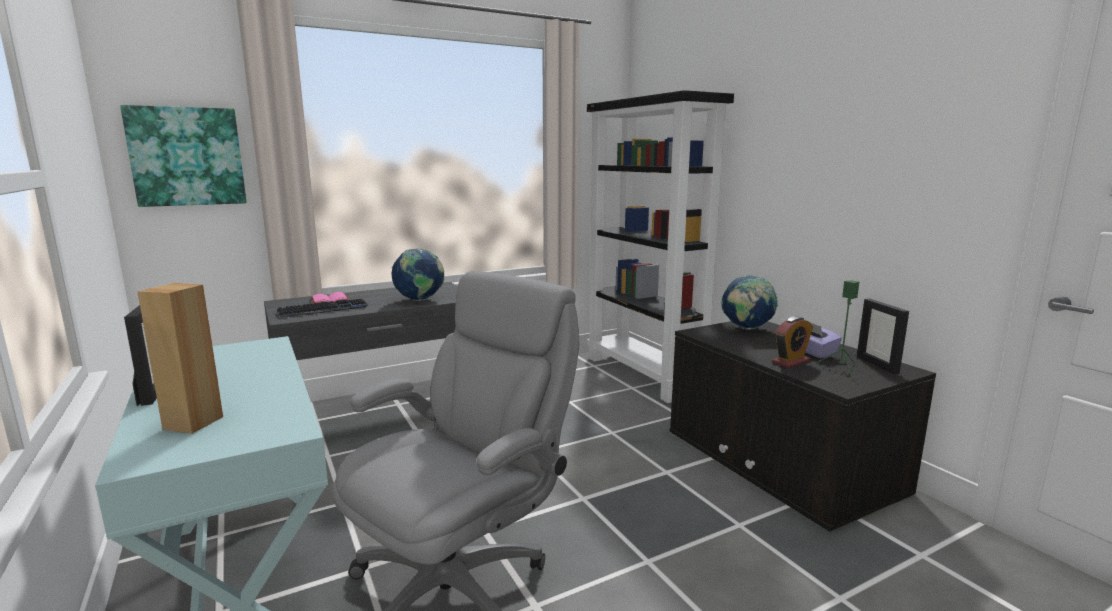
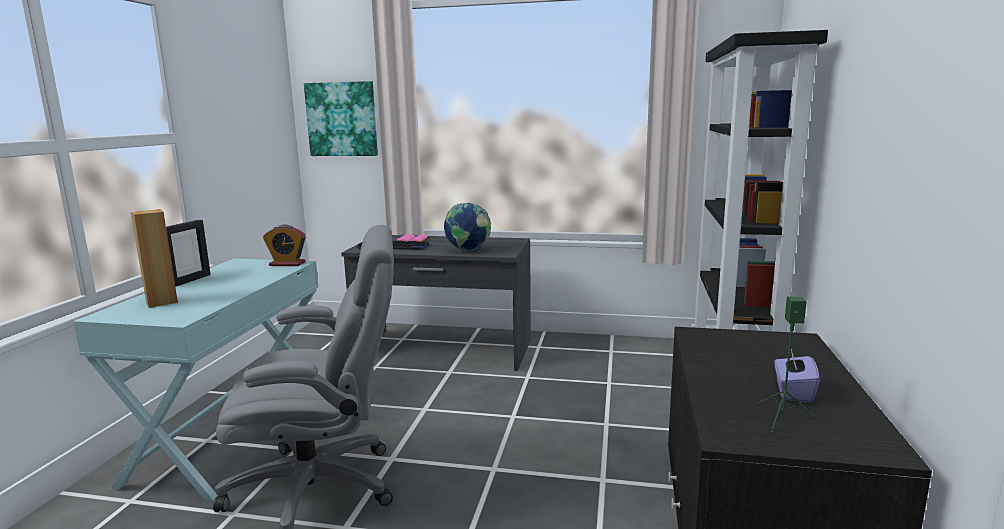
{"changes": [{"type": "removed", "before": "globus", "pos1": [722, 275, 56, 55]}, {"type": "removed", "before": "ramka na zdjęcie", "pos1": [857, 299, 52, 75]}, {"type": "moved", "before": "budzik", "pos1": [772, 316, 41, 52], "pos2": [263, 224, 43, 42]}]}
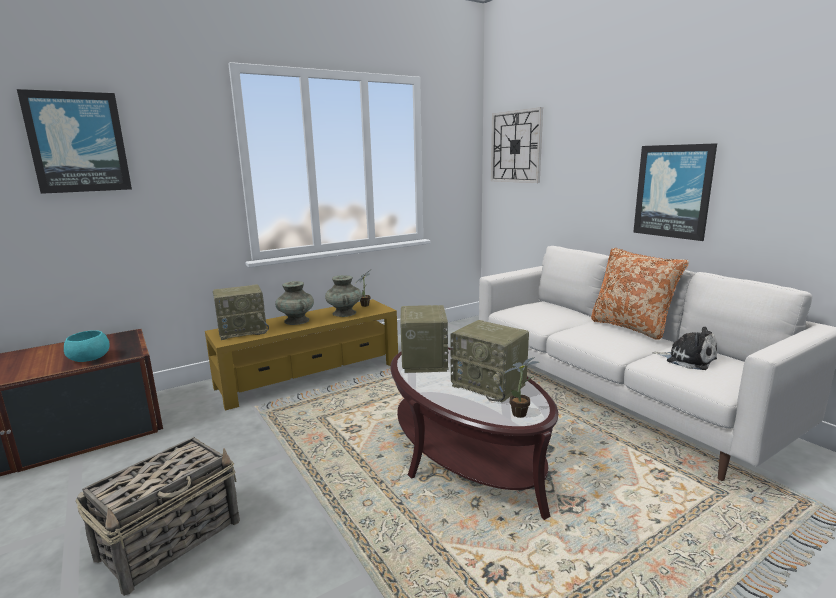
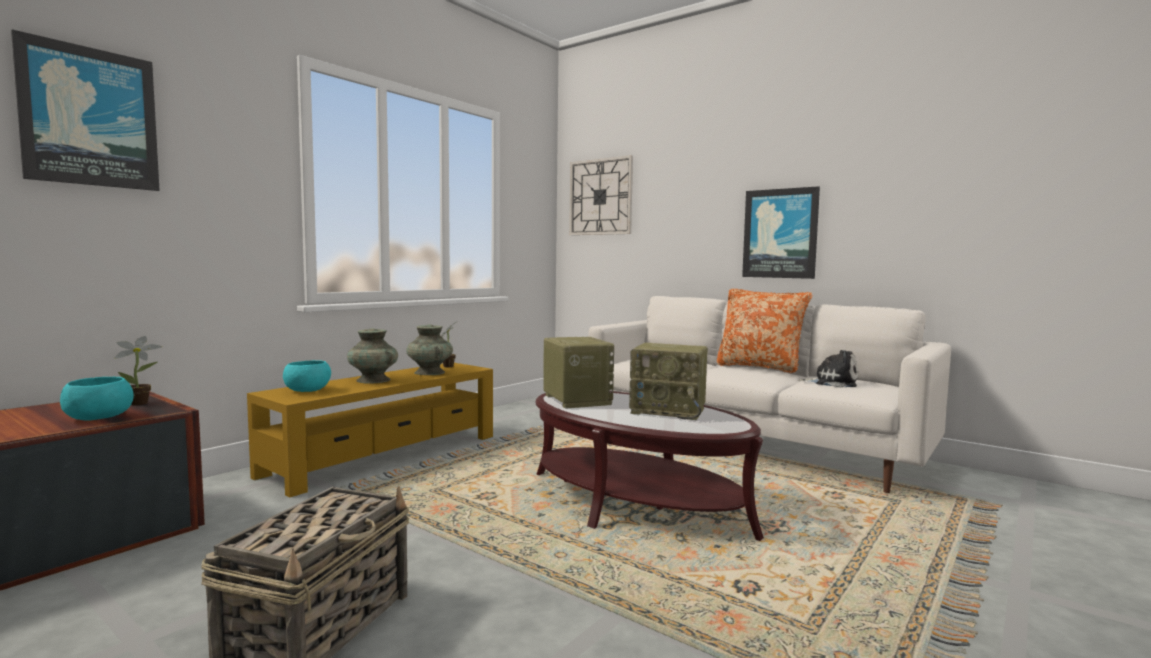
{"changes": [{"type": "replaced", "before": "radio", "after": "miska (turkusowy)", "pos1": [213, 284, 56, 56], "pos2": [283, 360, 48, 32]}, {"type": "moved", "before": "roślina doniczkowa", "pos1": [503, 357, 36, 61], "pos2": [115, 336, 47, 69]}]}
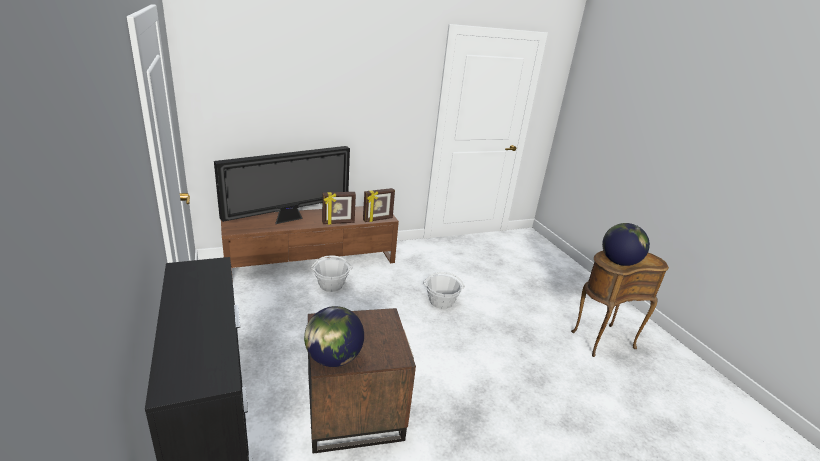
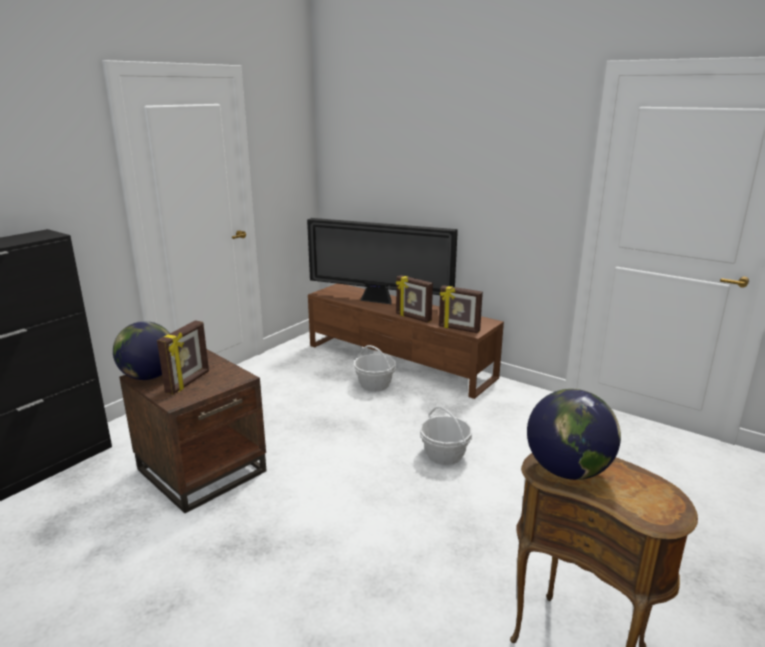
{"changes": [{"type": "added", "after": "ramka na zdjęcie", "pos2": [157, 320, 52, 74]}]}
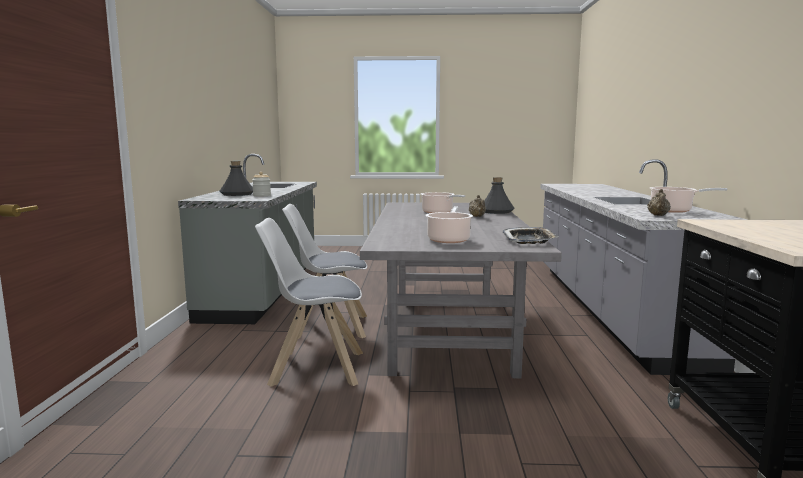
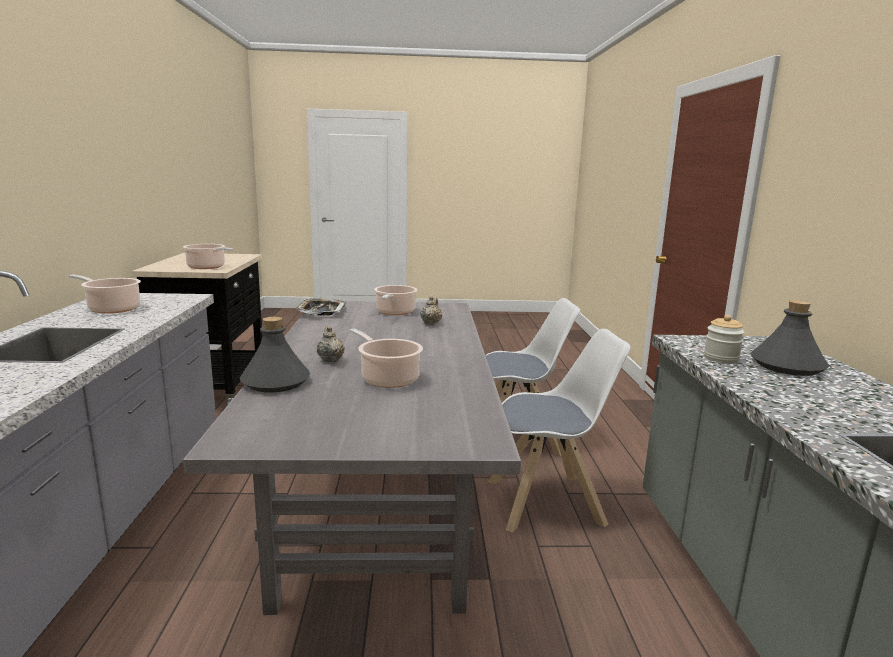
{"changes": [{"type": "moved", "before": "imbryk (beżowy)", "pos1": [647, 189, 24, 27], "pos2": [421, 296, 21, 29]}, {"type": "added", "after": "garnek", "pos2": [183, 244, 50, 25]}]}
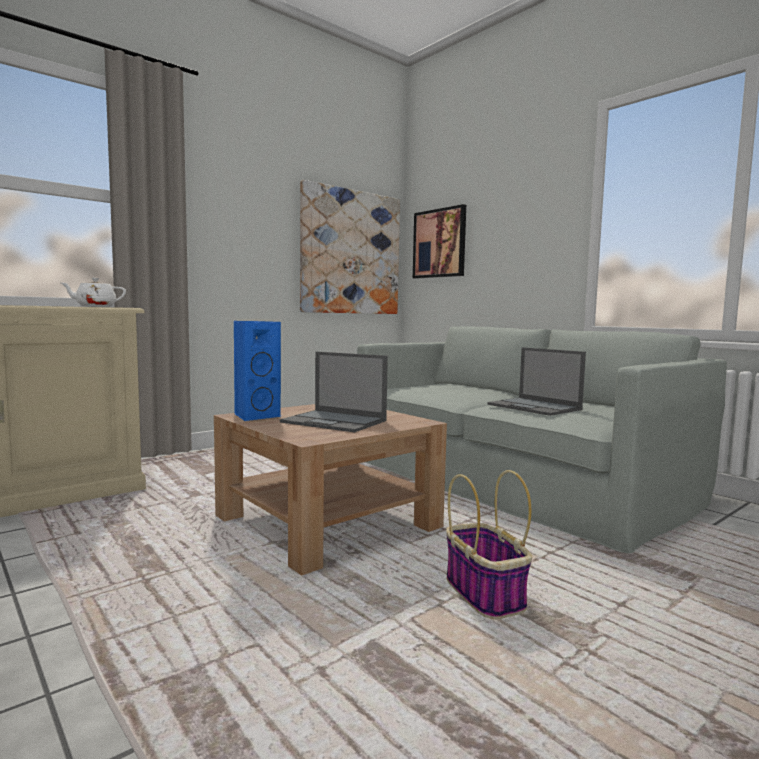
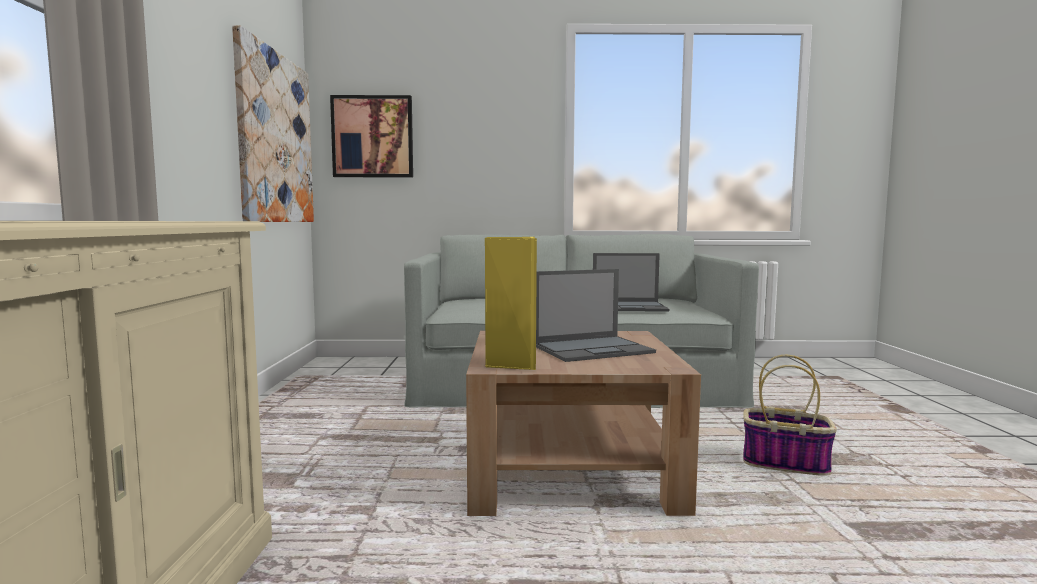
{"changes": [{"type": "removed", "before": "imbryk (biały)", "pos1": [61, 278, 65, 29]}, {"type": "recoloured", "before": "głośnik (niebieski)", "after": "głośnik (żółty)", "pos1": [234, 321, 47, 100], "pos2": [485, 237, 52, 133]}]}
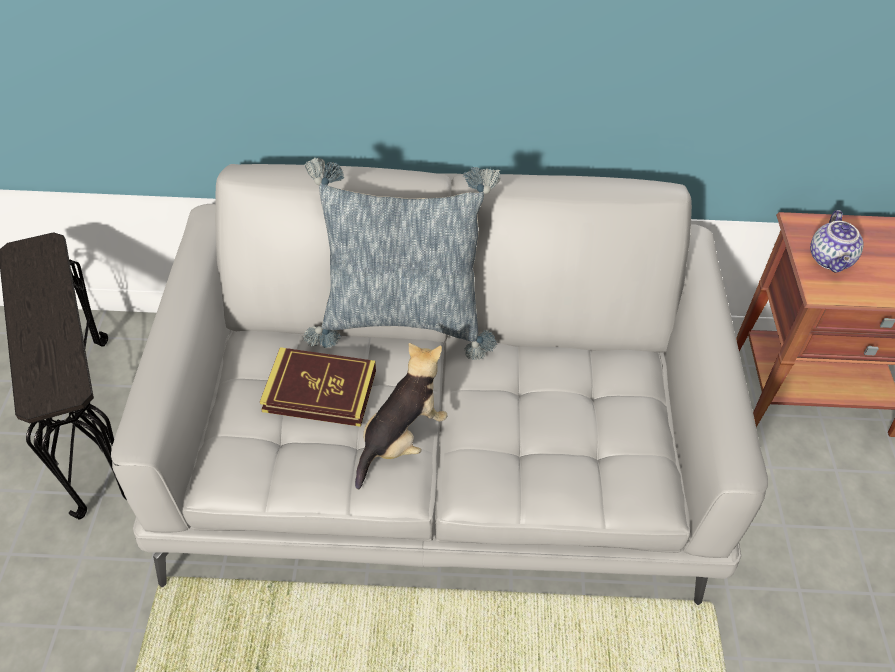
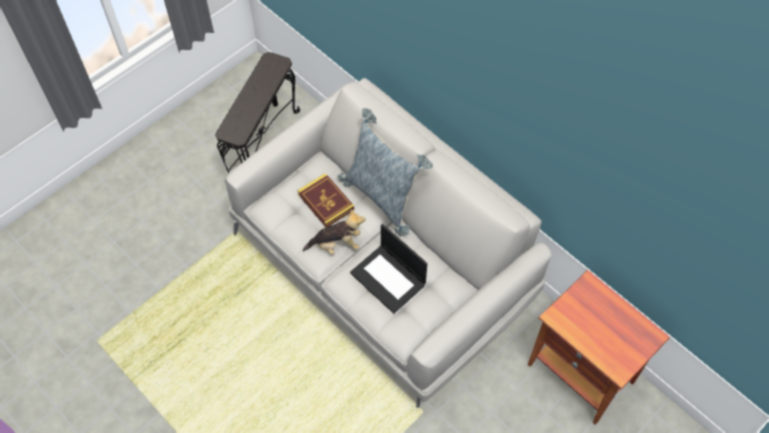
{"changes": [{"type": "removed", "before": "imbryk", "pos1": [810, 210, 54, 63]}, {"type": "added", "after": "laptop", "pos2": [350, 224, 77, 90]}]}
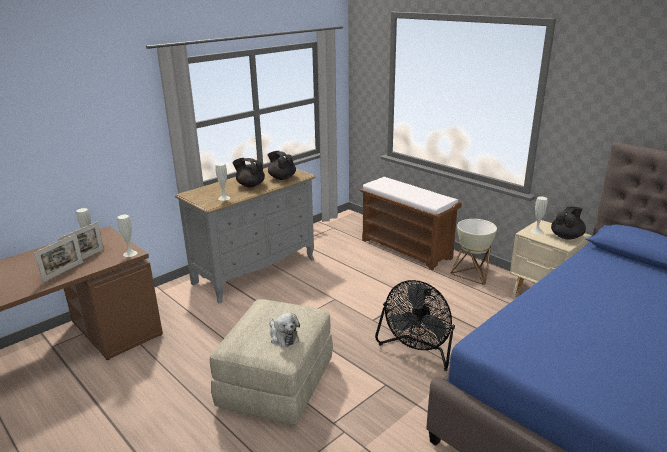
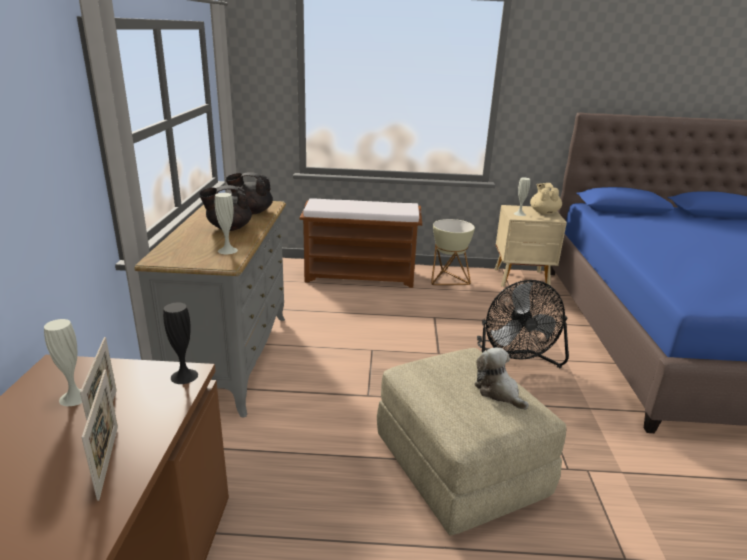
{"changes": [{"type": "recoloured", "before": "imbryk (czarny)", "after": "imbryk (beżowy)", "pos1": [551, 207, 35, 33], "pos2": [530, 183, 32, 31]}, {"type": "recoloured", "before": "wazon (biały)", "after": "wazon (czarny)", "pos1": [117, 215, 20, 42], "pos2": [163, 302, 35, 82]}, {"type": "turned", "before": "pluszak", "pos1": [269, 313, 31, 34], "pos2": [474, 347, 55, 63], "turn": -135}]}
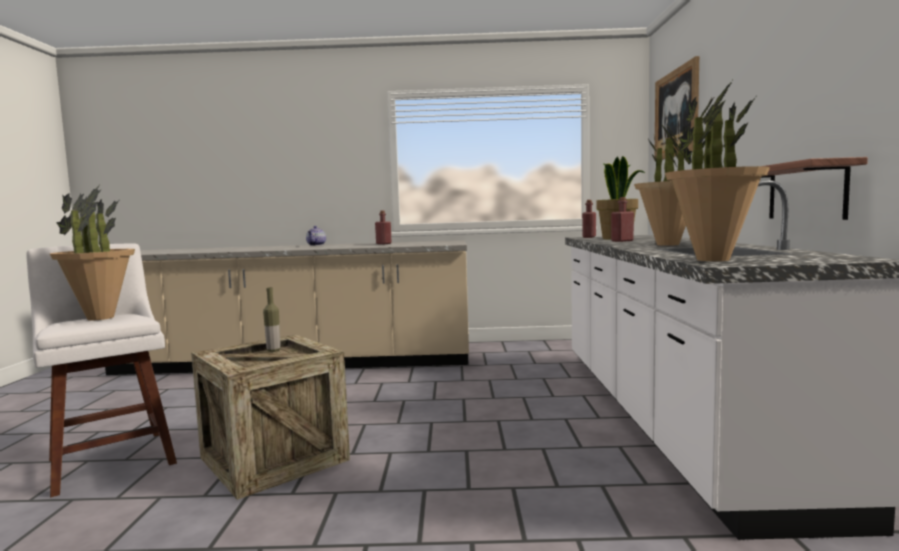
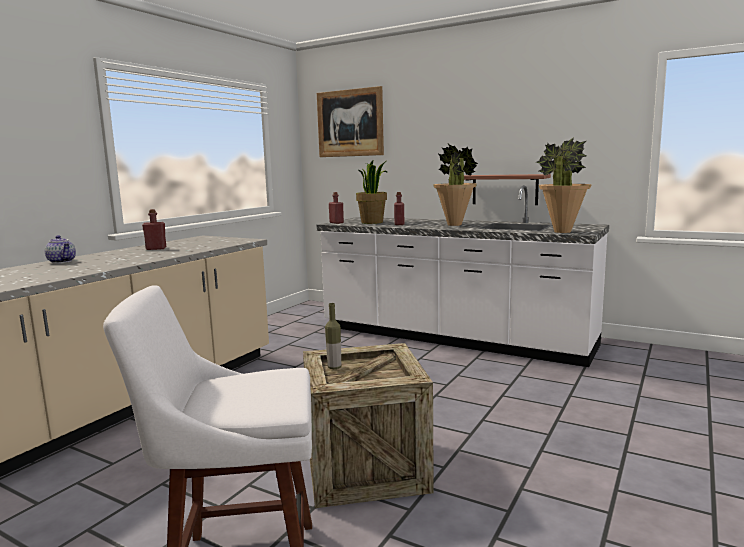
{"changes": [{"type": "removed", "before": "roślina doniczkowa", "pos1": [49, 186, 86, 135]}]}
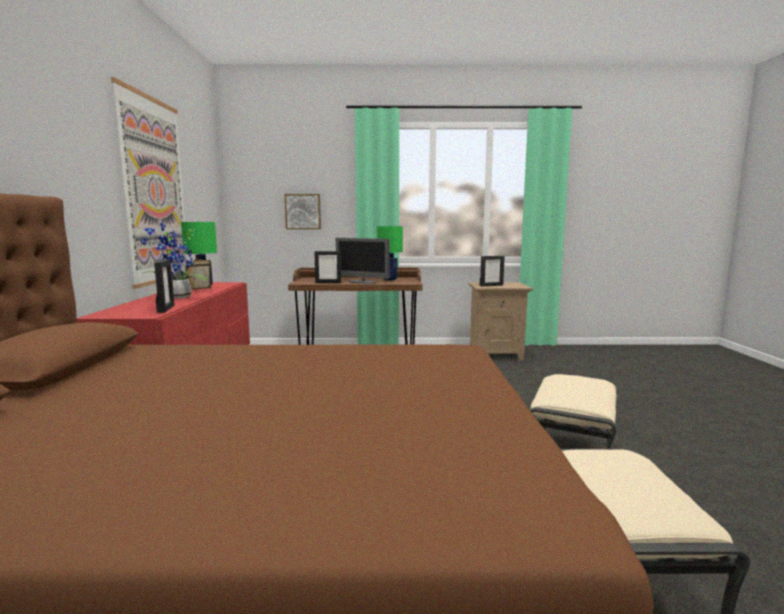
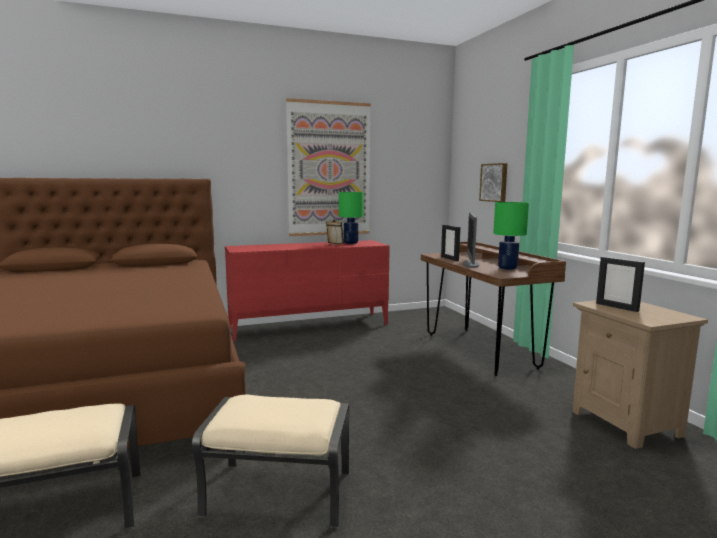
{"changes": [{"type": "removed", "before": "roślina doniczkowa", "pos1": [141, 223, 67, 76]}, {"type": "removed", "before": "ramka na zdjęcie", "pos1": [154, 259, 21, 54]}]}
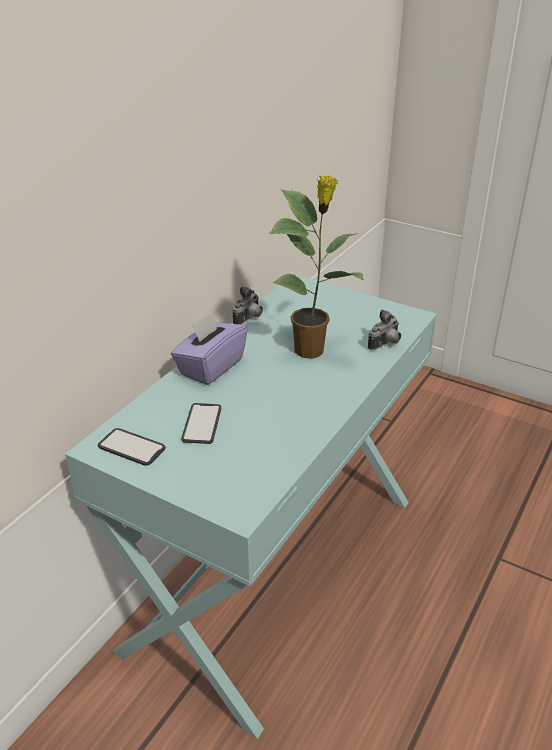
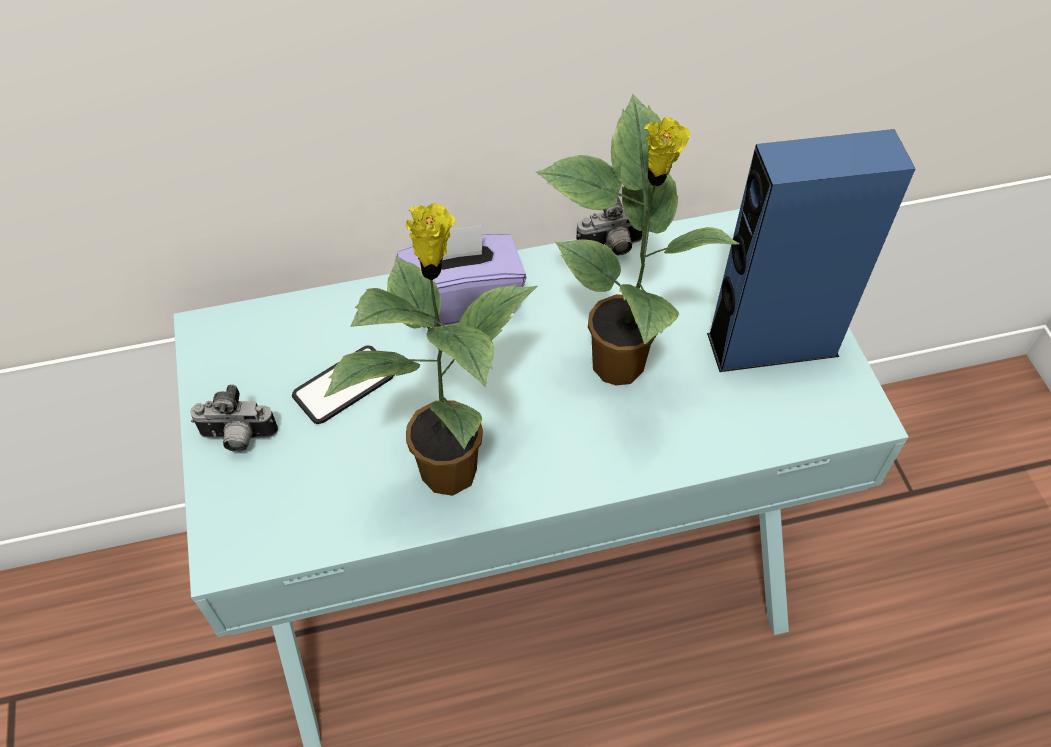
{"changes": [{"type": "moved", "before": "aparat fotograficzny", "pos1": [368, 309, 33, 41], "pos2": [191, 384, 87, 68]}, {"type": "removed", "before": "telefon", "pos1": [98, 428, 68, 37]}, {"type": "added", "after": "głośnik (niebieski)", "pos2": [707, 129, 208, 243]}, {"type": "added", "after": "roślina doniczkowa", "pos2": [324, 203, 214, 293]}]}
